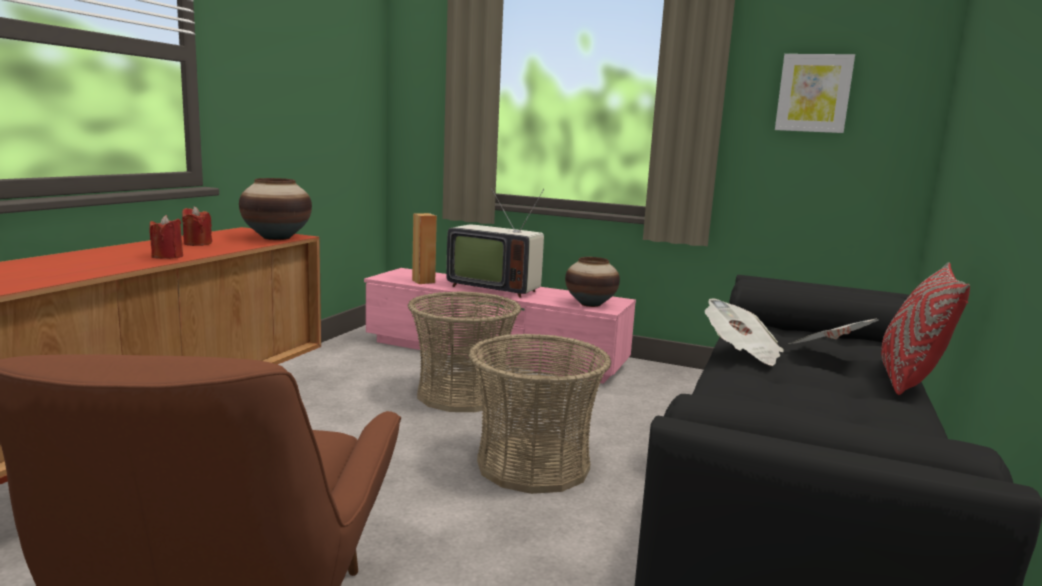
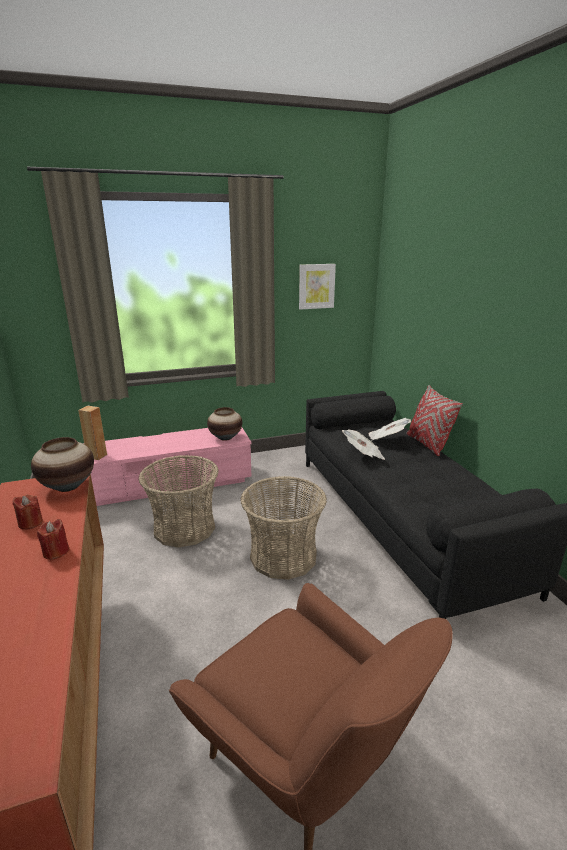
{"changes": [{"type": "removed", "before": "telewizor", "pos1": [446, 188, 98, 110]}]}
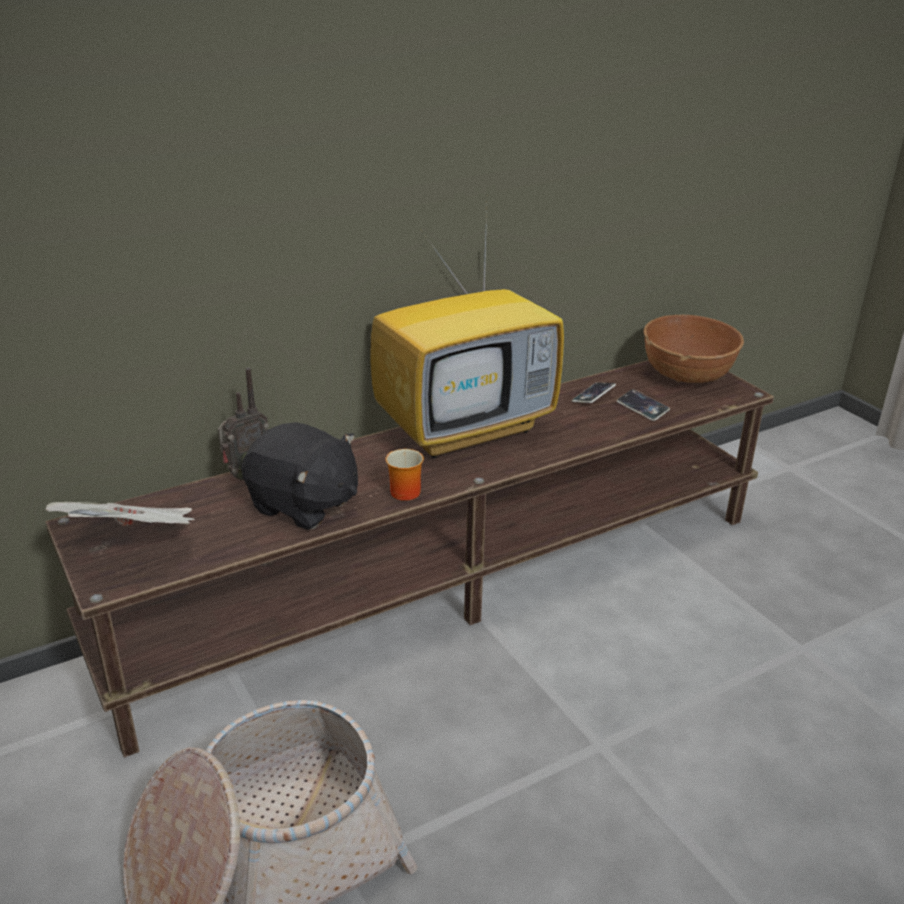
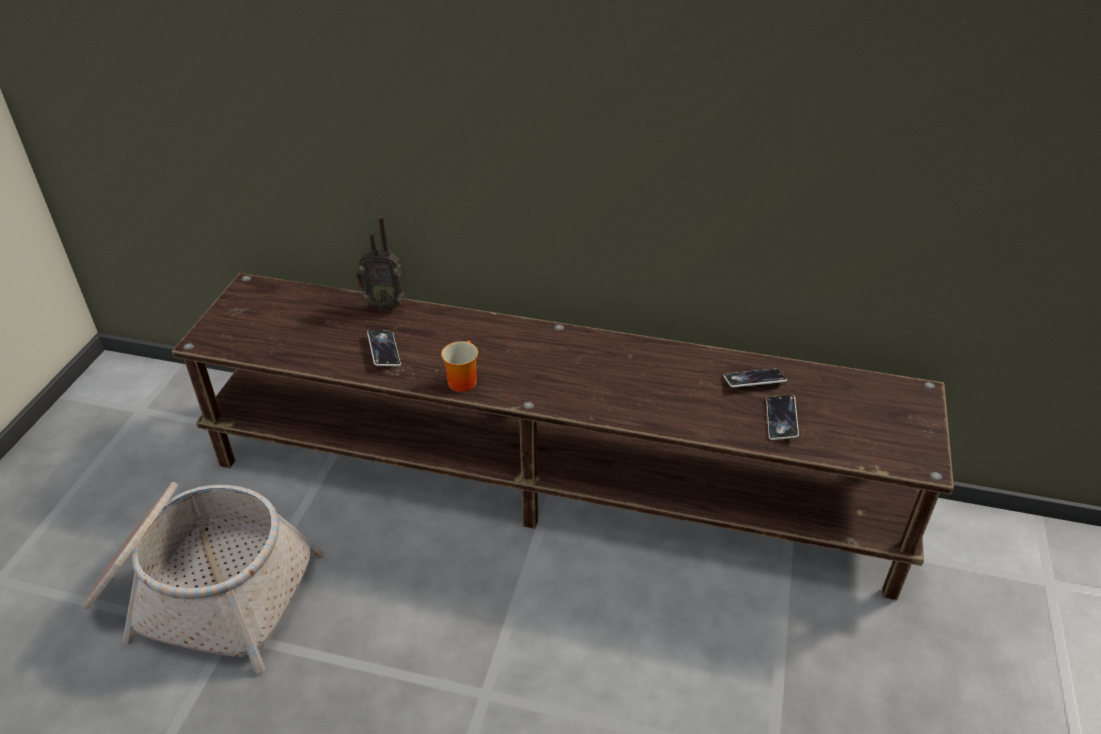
{"changes": [{"type": "removed", "before": "telewizor", "pos1": [370, 210, 194, 248]}, {"type": "removed", "before": "miska (brązowy)", "pos1": [644, 315, 100, 68]}, {"type": "replaced", "before": "pluszak (czarny)", "after": "telefon", "pos1": [241, 422, 117, 108], "pos2": [367, 330, 34, 36]}, {"type": "removed", "before": "gazeta", "pos1": [46, 502, 149, 24]}]}
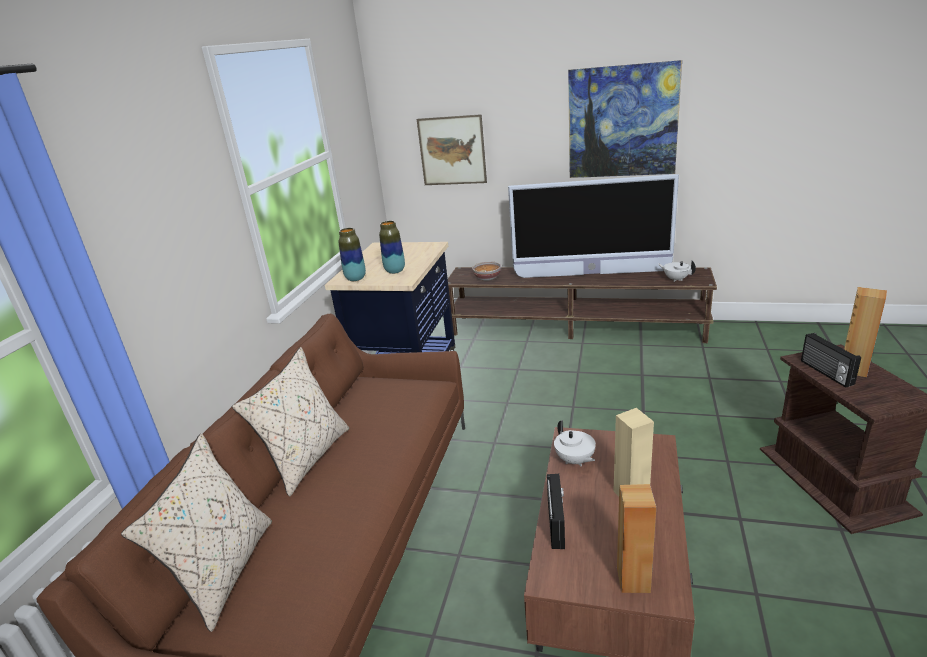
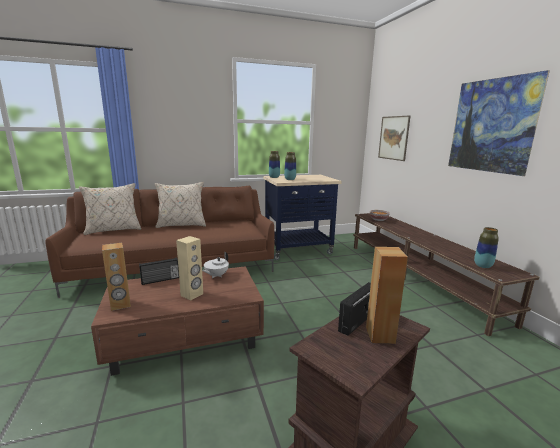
{"changes": [{"type": "removed", "before": "telewizor", "pos1": [508, 174, 171, 104]}, {"type": "replaced", "before": "imbryk (biały)", "after": "wazon", "pos1": [658, 261, 38, 21], "pos2": [474, 227, 25, 41]}]}
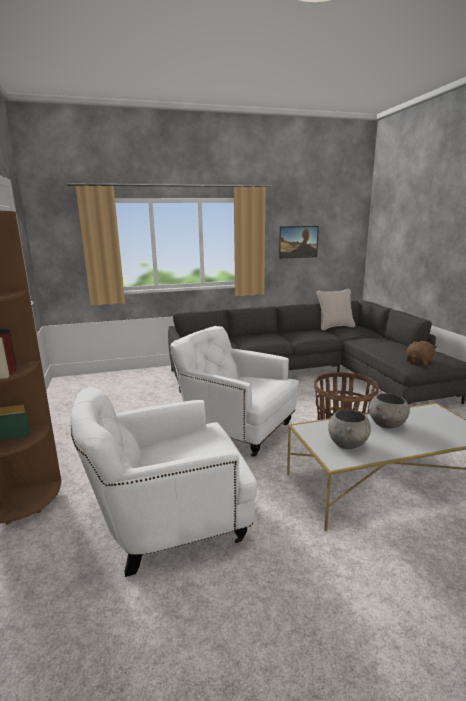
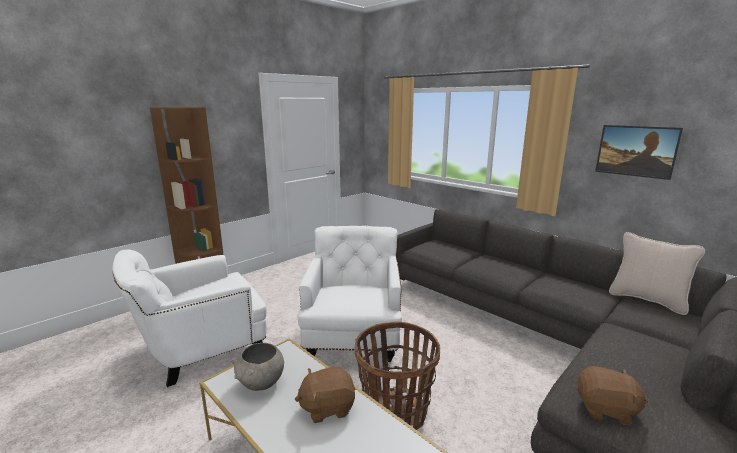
{"changes": [{"type": "turned", "before": "fotel (biały)", "pos1": [71, 387, 186, 190], "pos2": [112, 250, 155, 137], "turn": -75}, {"type": "replaced", "before": "miska (szary)", "after": "pluszak (brązowy)", "pos1": [369, 393, 41, 36], "pos2": [295, 366, 60, 57]}]}
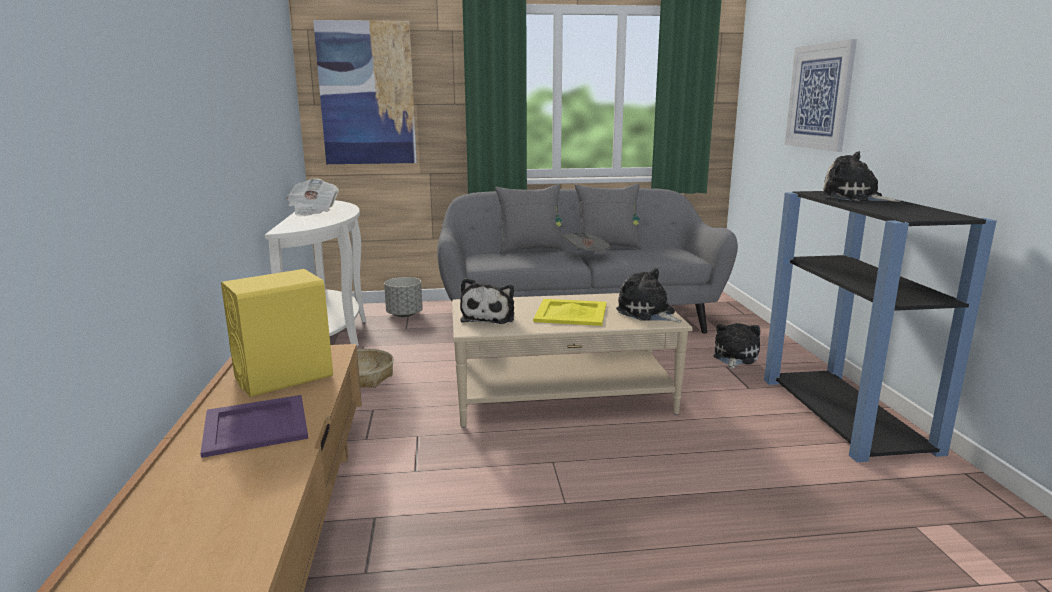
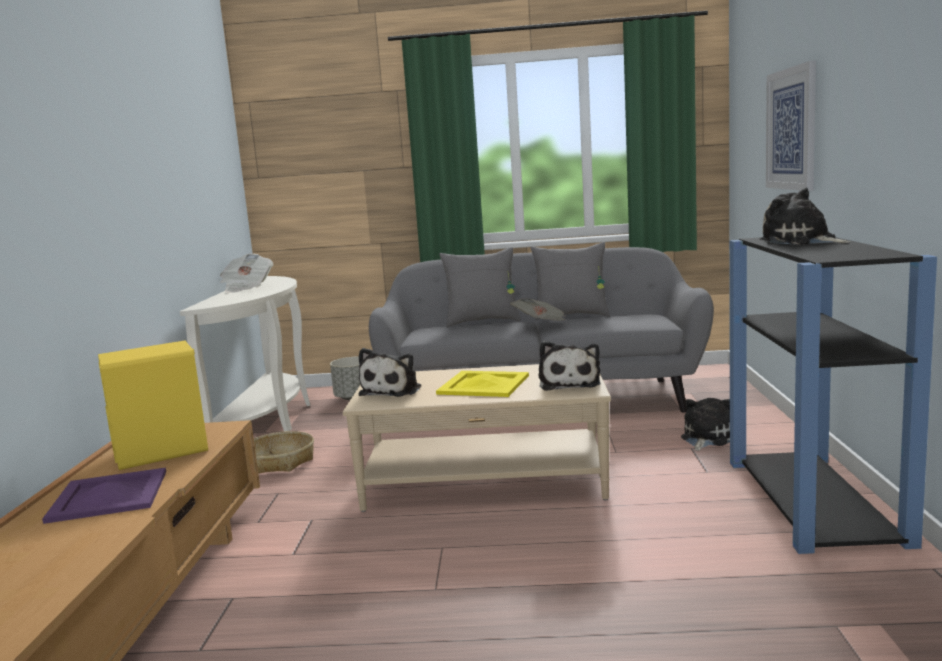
{"changes": [{"type": "removed", "before": "obraz", "pos1": [313, 20, 104, 144]}, {"type": "turned", "before": "pluszak", "pos1": [616, 268, 66, 54], "pos2": [539, 341, 62, 50], "turn": -150}]}
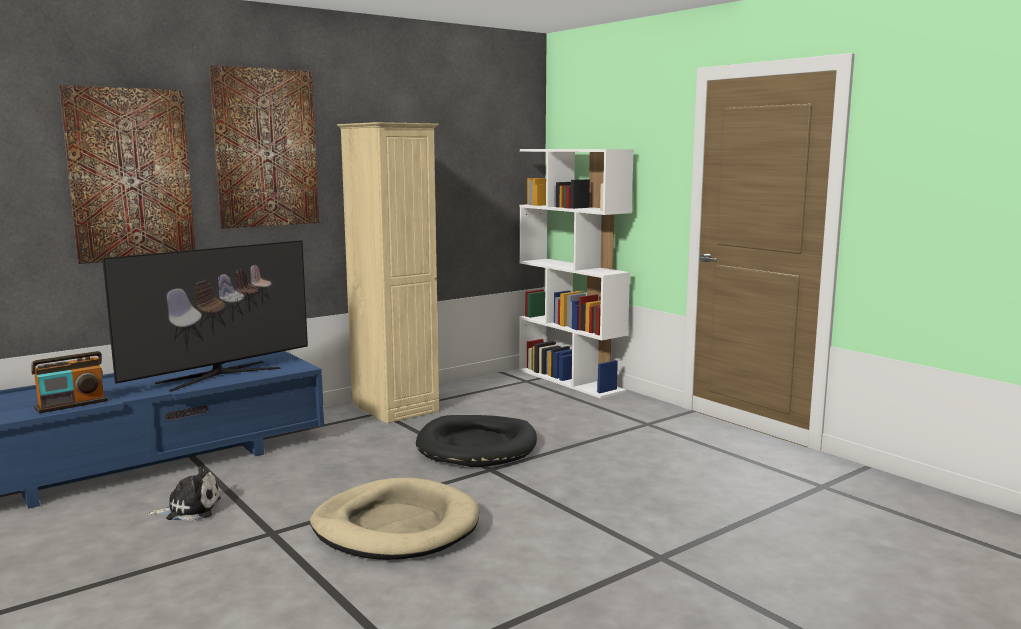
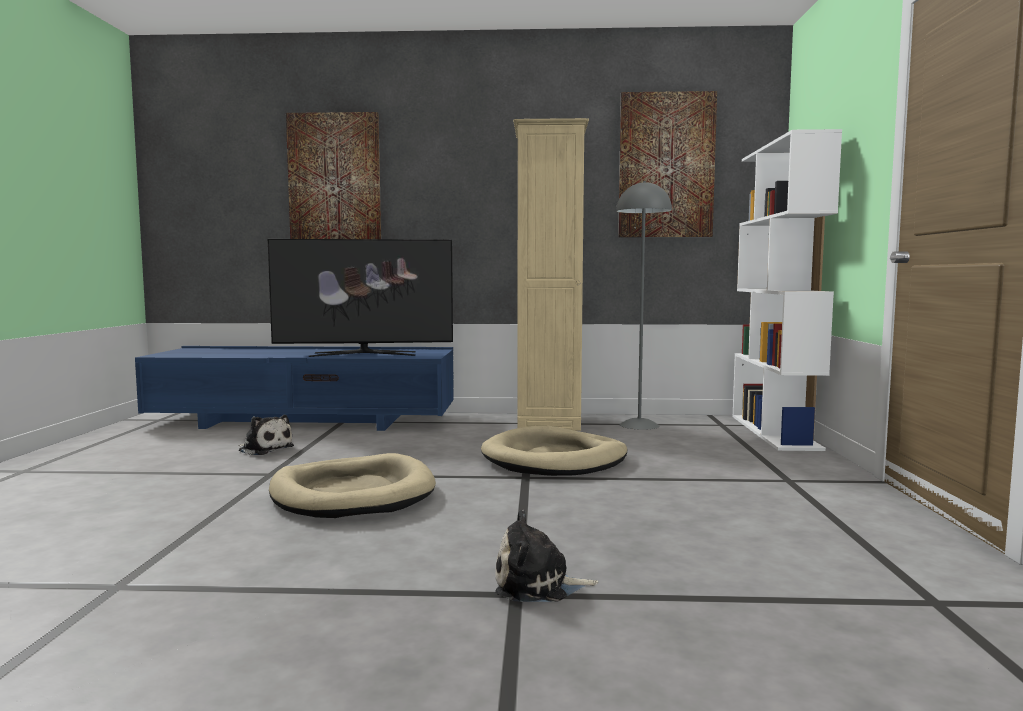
{"changes": [{"type": "moved", "before": "obraz", "pos1": [209, 65, 110, 164], "pos2": [618, 91, 99, 146]}, {"type": "removed", "before": "radio", "pos1": [31, 351, 77, 63]}, {"type": "recoloured", "before": "legowisko (czarny)", "after": "legowisko (beżowy)", "pos1": [416, 415, 121, 52], "pos2": [481, 426, 146, 50]}, {"type": "added", "after": "lampa stojąca (szary)", "pos2": [616, 181, 56, 249]}, {"type": "added", "after": "pluszak", "pos2": [495, 510, 104, 92]}]}
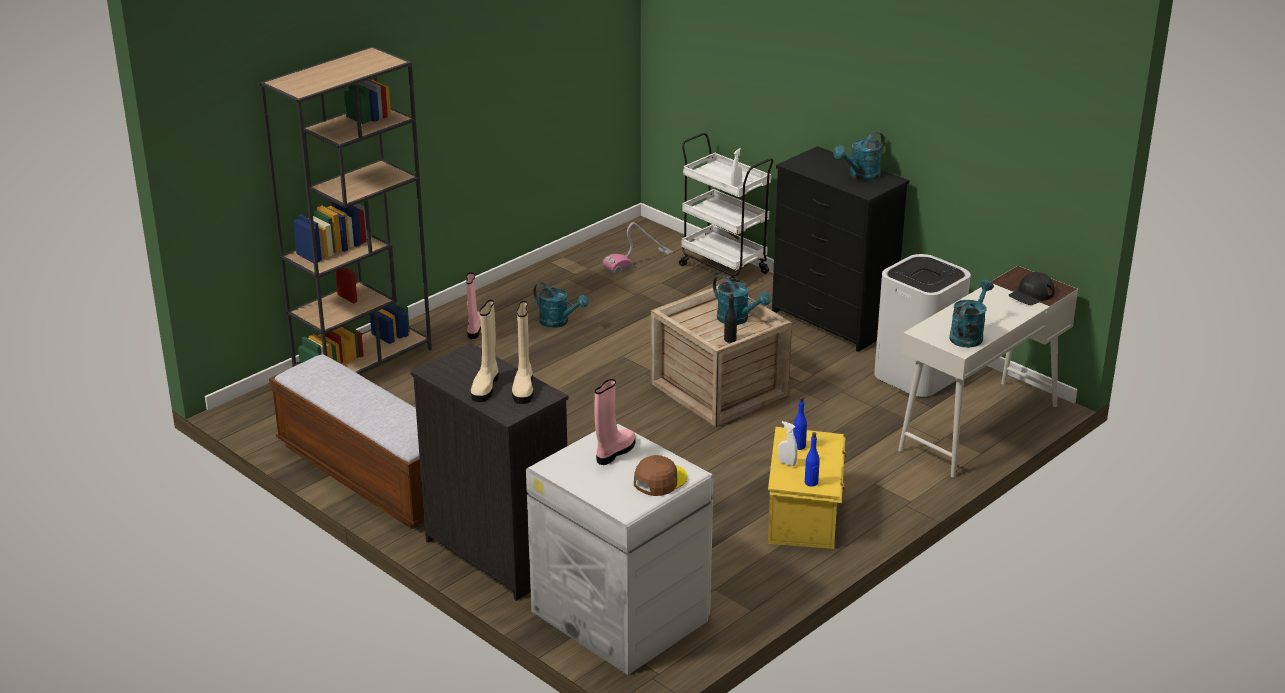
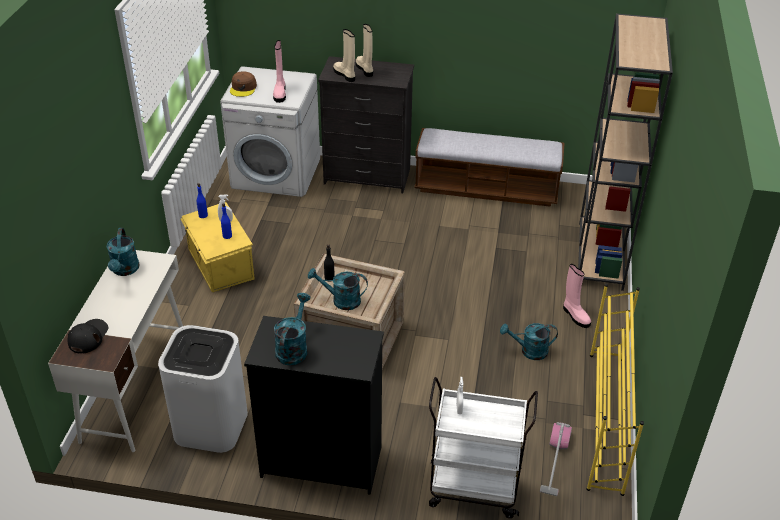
{"changes": [{"type": "added", "after": "regał na buty (żółty)", "pos2": [586, 283, 58, 213]}]}
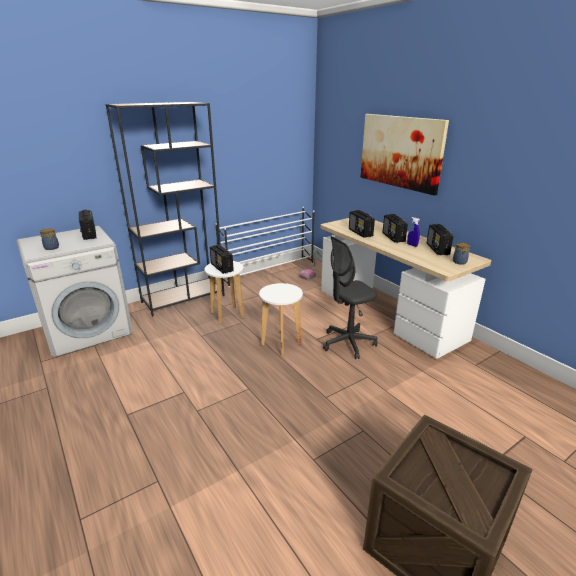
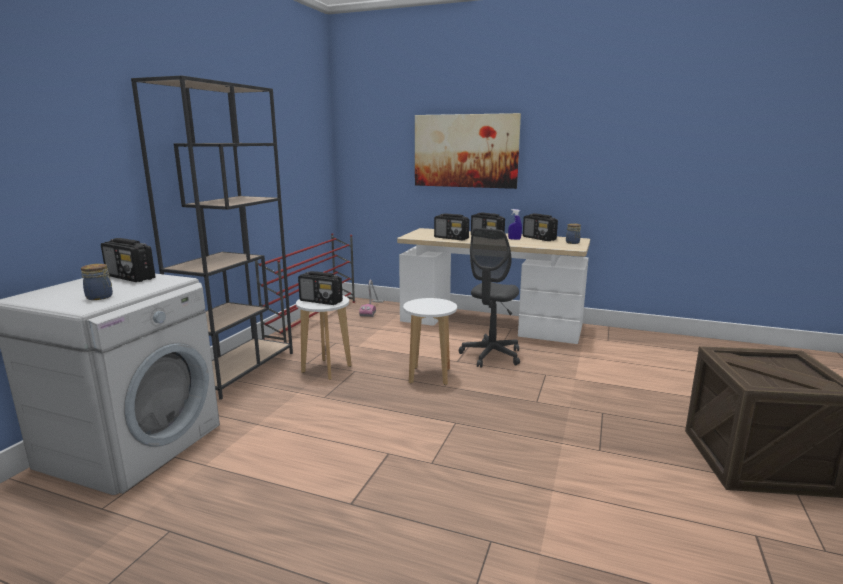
{"changes": [{"type": "recoloured", "before": "regał na buty (biały)", "after": "regał na buty (czerwony)", "pos1": [215, 207, 100, 80], "pos2": [255, 233, 100, 110]}]}
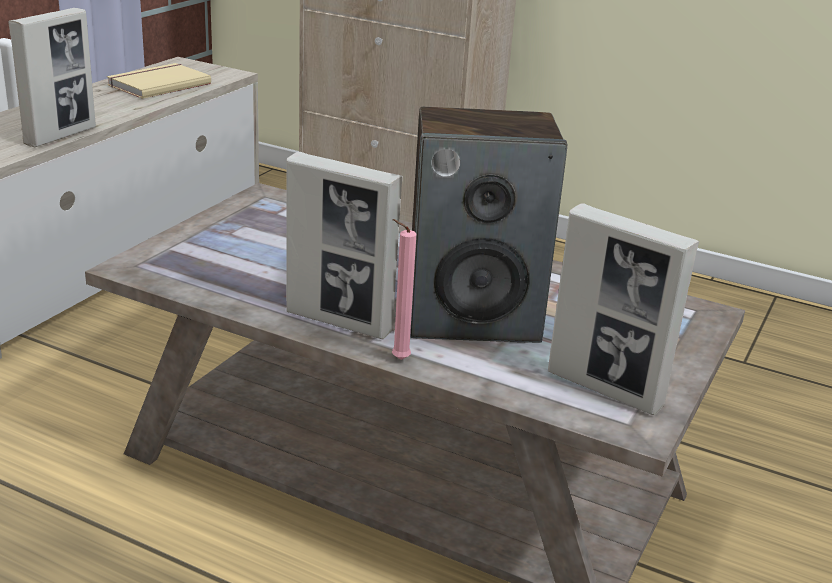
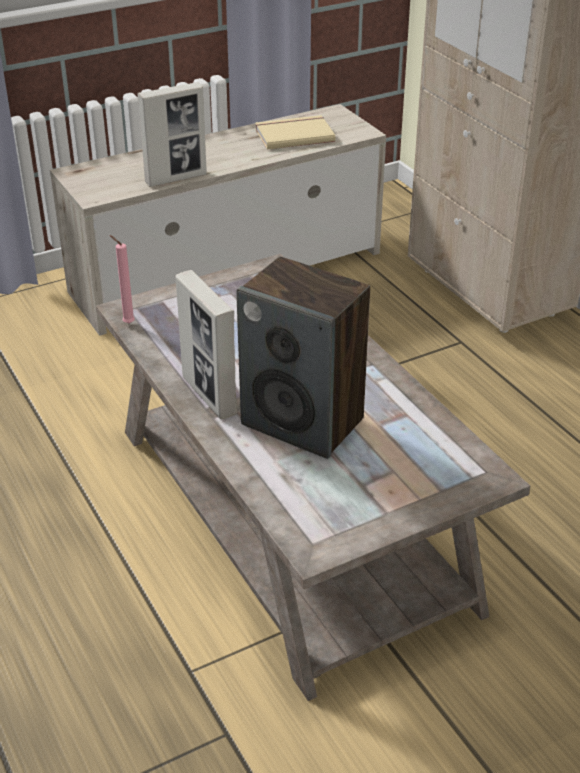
{"changes": [{"type": "removed", "before": "ramka na zdjęcie", "pos1": [548, 203, 151, 212]}, {"type": "moved", "before": "świeca (różowy)", "pos1": [392, 219, 24, 141], "pos2": [110, 235, 25, 89]}]}
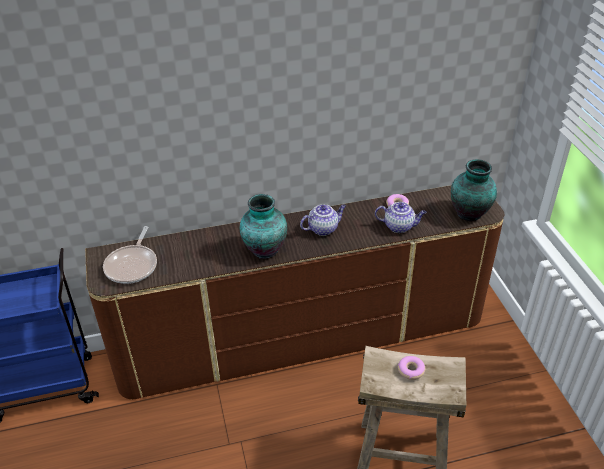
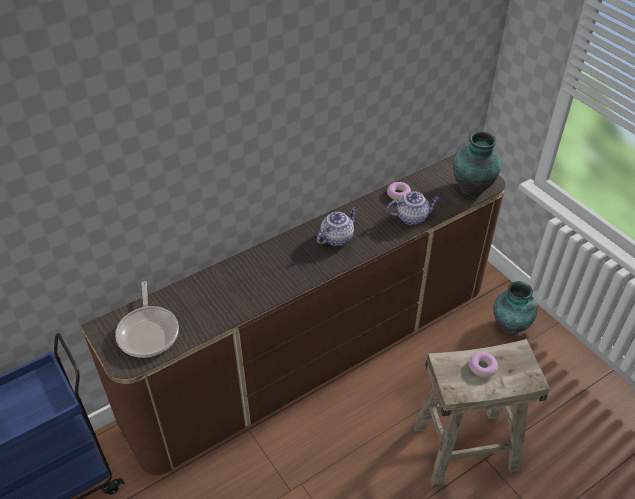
{"changes": [{"type": "moved", "before": "wazon", "pos1": [240, 194, 47, 65], "pos2": [494, 281, 43, 54]}]}
